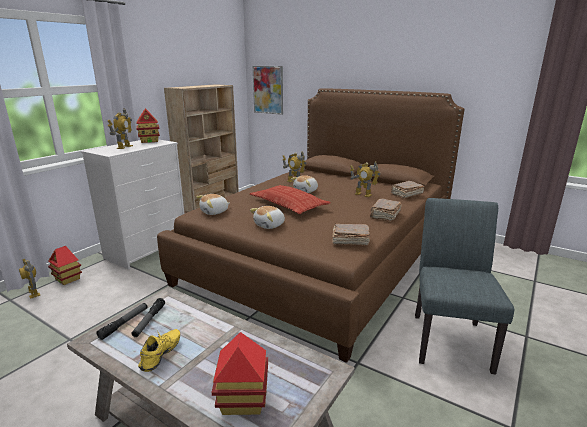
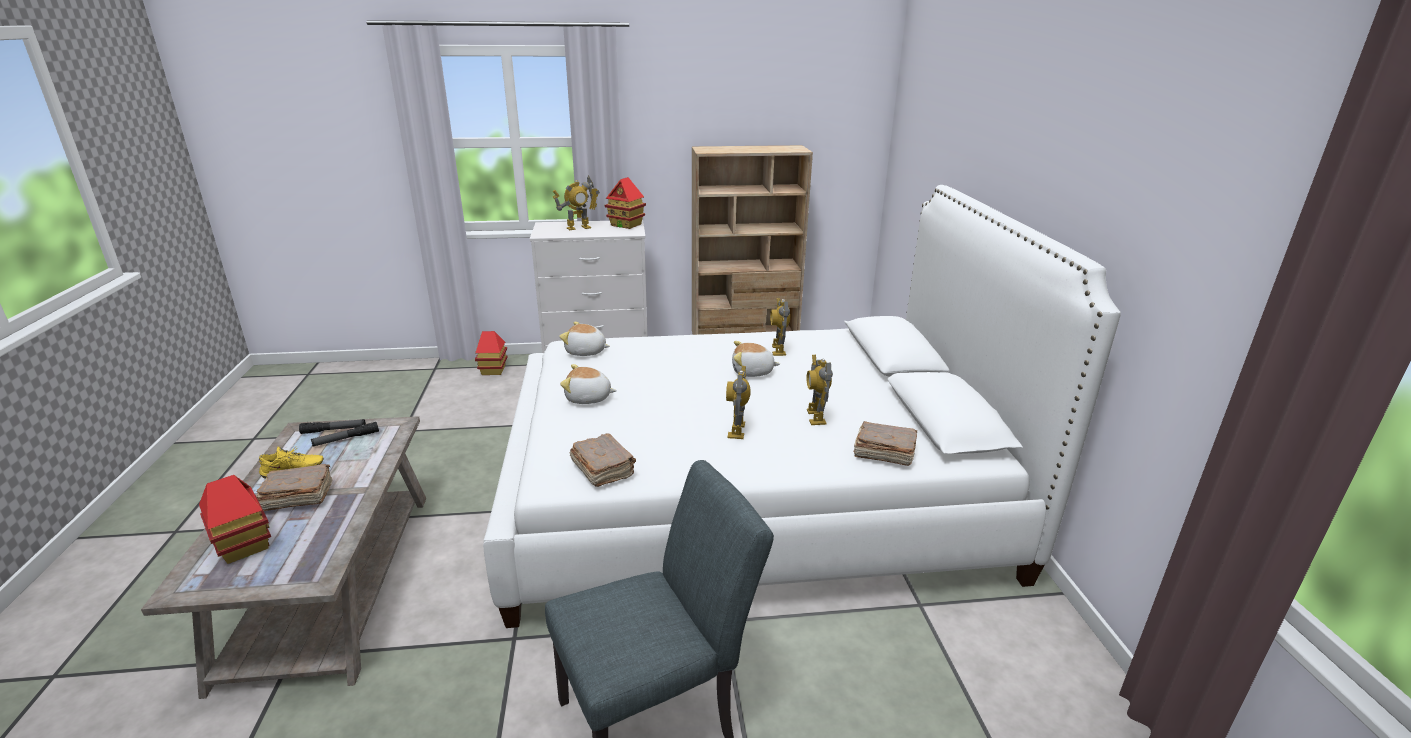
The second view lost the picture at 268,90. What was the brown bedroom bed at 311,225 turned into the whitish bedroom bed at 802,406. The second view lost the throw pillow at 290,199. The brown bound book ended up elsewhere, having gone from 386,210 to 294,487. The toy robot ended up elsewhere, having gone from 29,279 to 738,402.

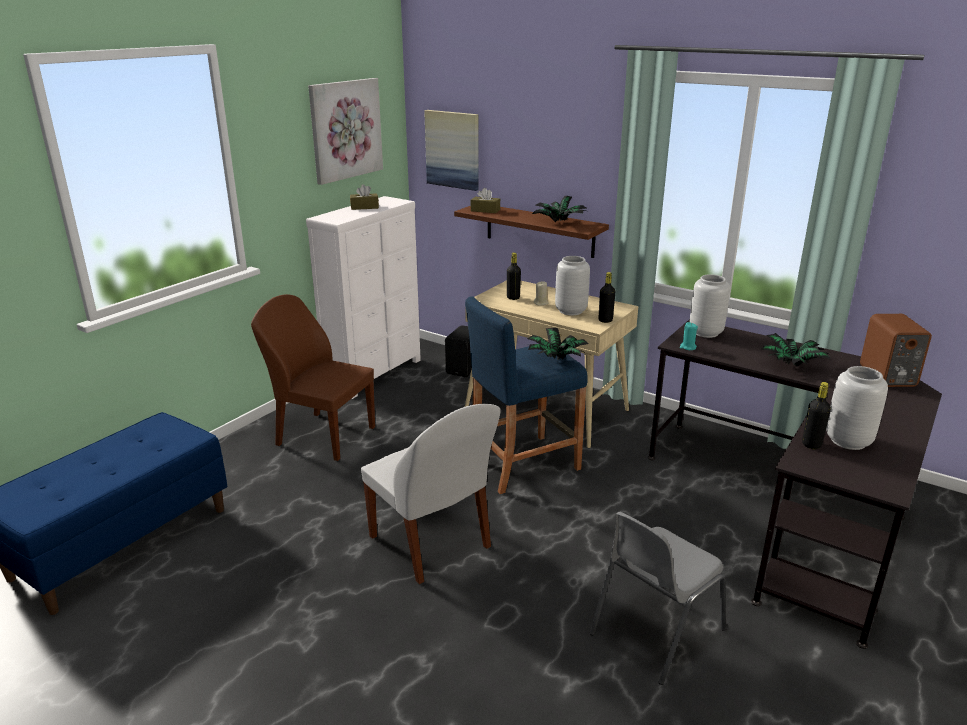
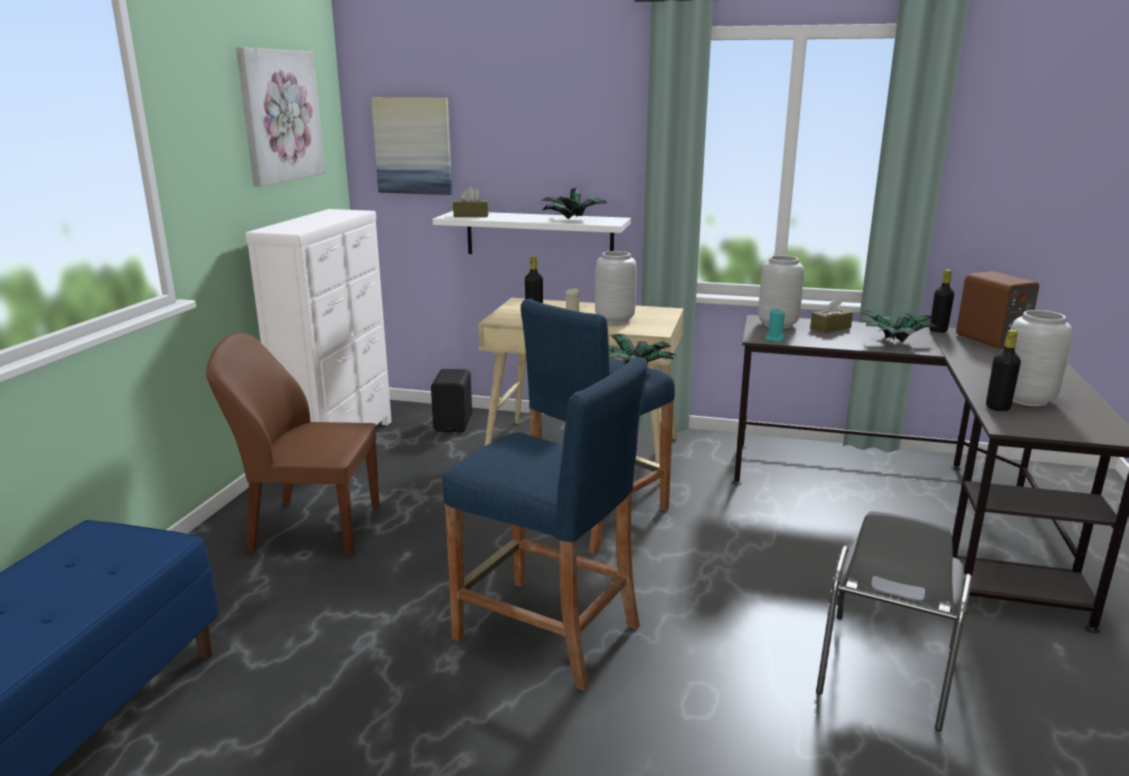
The brown box of tissues ended up elsewhere, having gone from 364,197 to 831,315. What was the brown wall shelf at 531,232 turned into the whitish wall shelf at 532,232. The black-coloured drink bottle ended up elsewhere, having gone from 606,297 to 942,301. Where the whitish plain chair stood at 431,494, the bluish stool came to stand at 544,524.

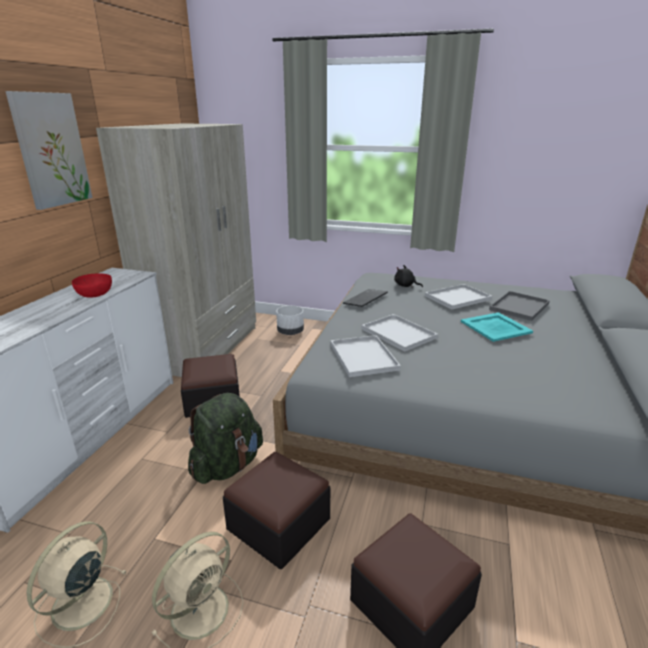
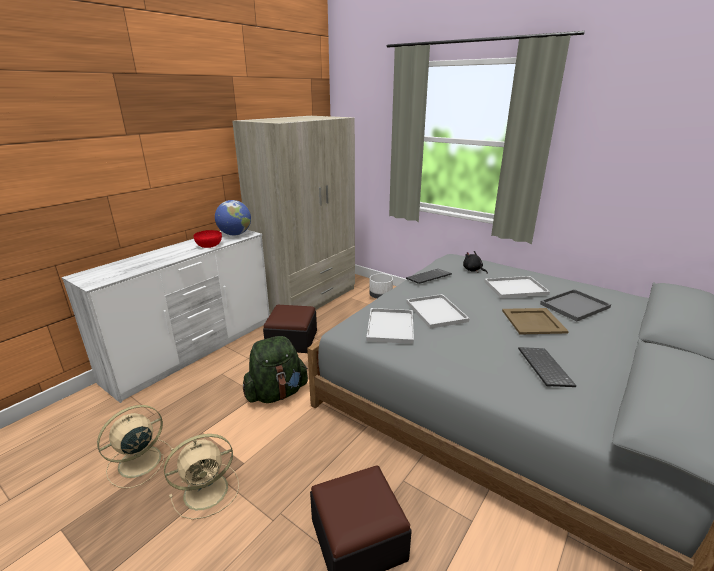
The second view lost the picture at 48,150. What was the turquoise carrying tray at 497,327 turned into the sand-coloured carrying tray at 535,321. The second view lost the ottoman at 276,510. The second view gained the globe at 233,218. The second view gained the keyboard at 547,367.

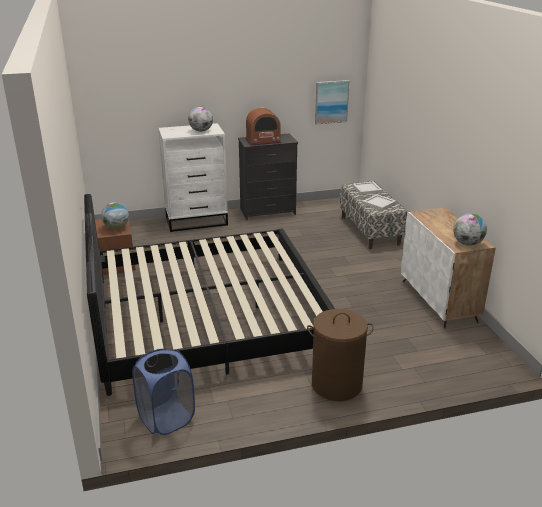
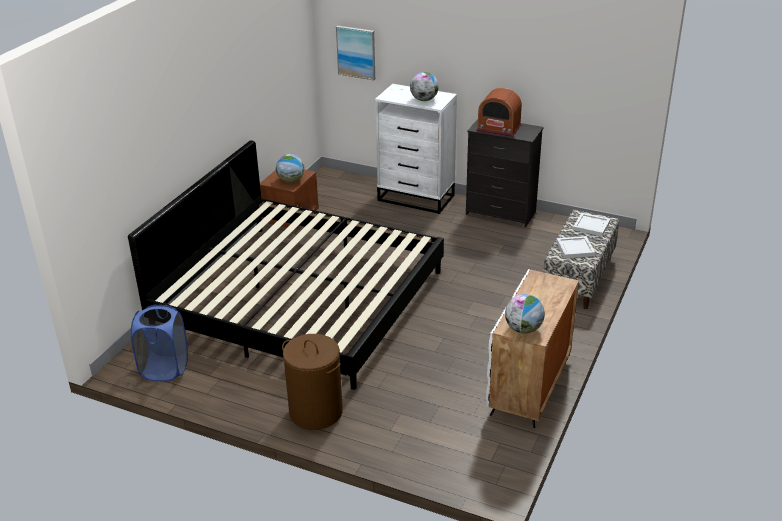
The picture ended up elsewhere, having gone from 332,102 to 355,53.

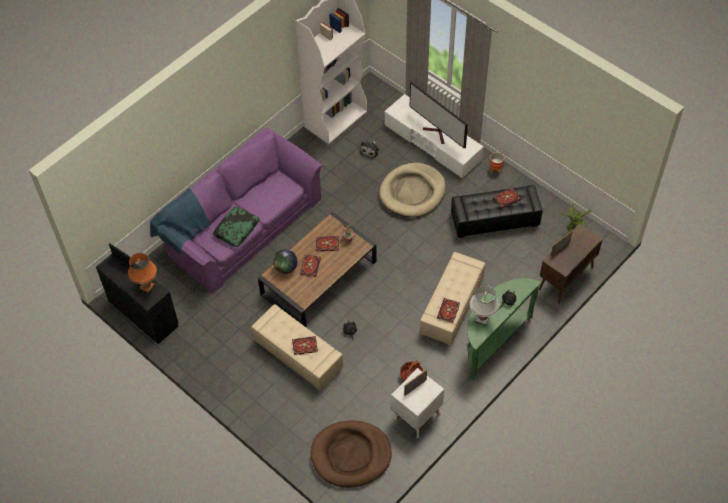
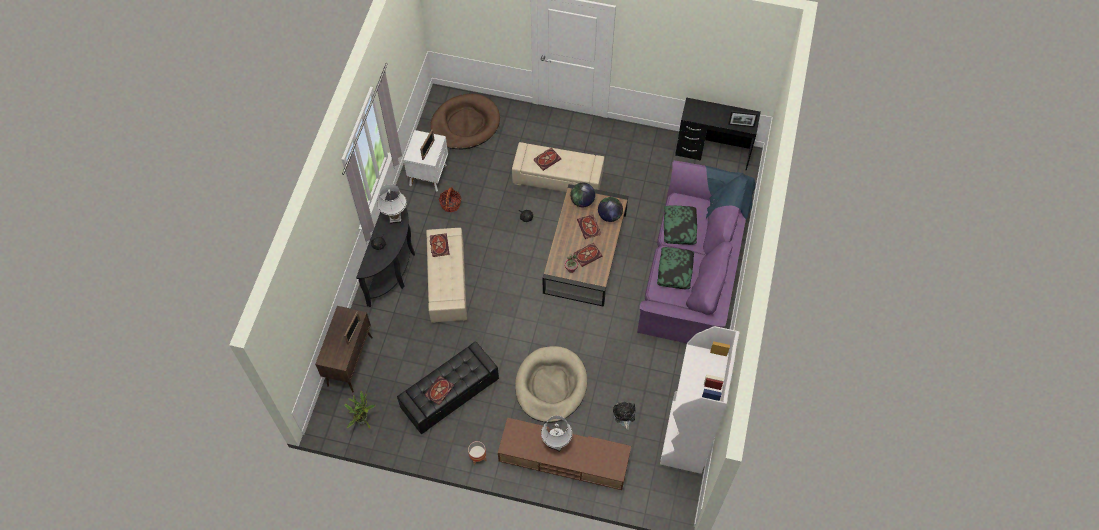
Where the TV stood at 439,115, the whitish lamp for a table came to stand at 556,434. What was the whitish tv unit at 434,136 turned into the brown tv unit at 564,454. The second view lost the orange-coloured lamp for a table at 142,273. What was the greenish console table at 504,328 turned into the black-coloured console table at 385,249. The second view gained the globe at 582,195. The second view gained the throw pillow at 675,268.

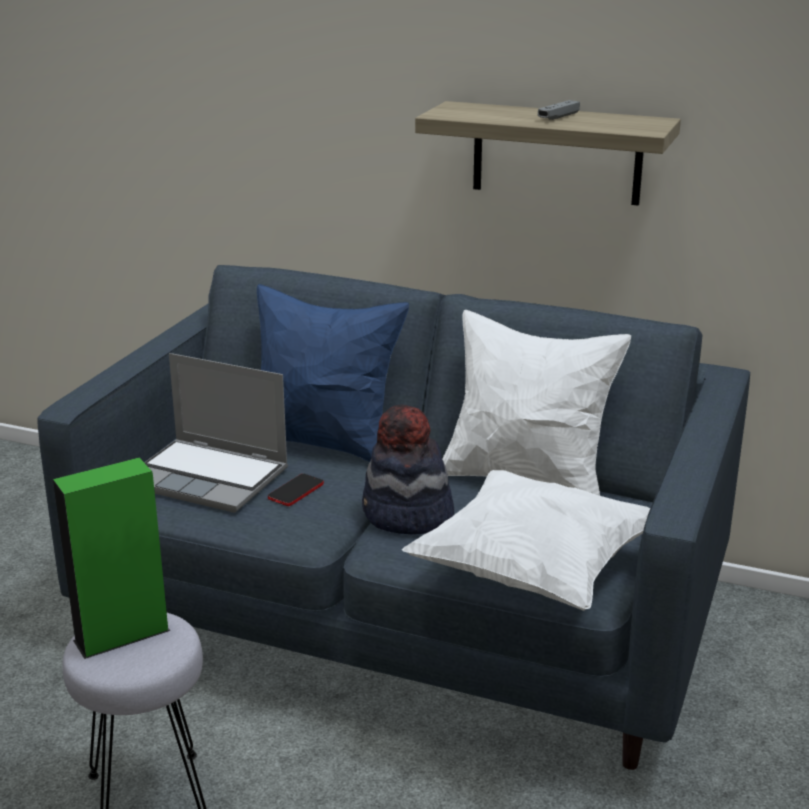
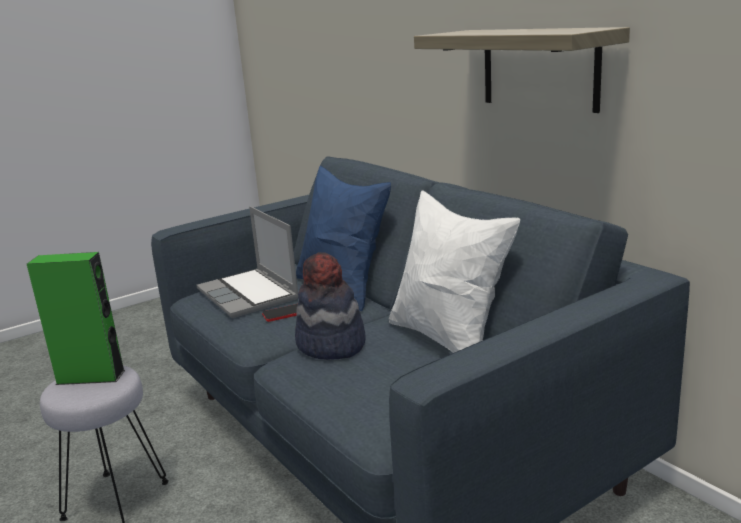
The second view lost the grey gamepad at 559,110. The second view lost the whitish throw pillow at 526,540.

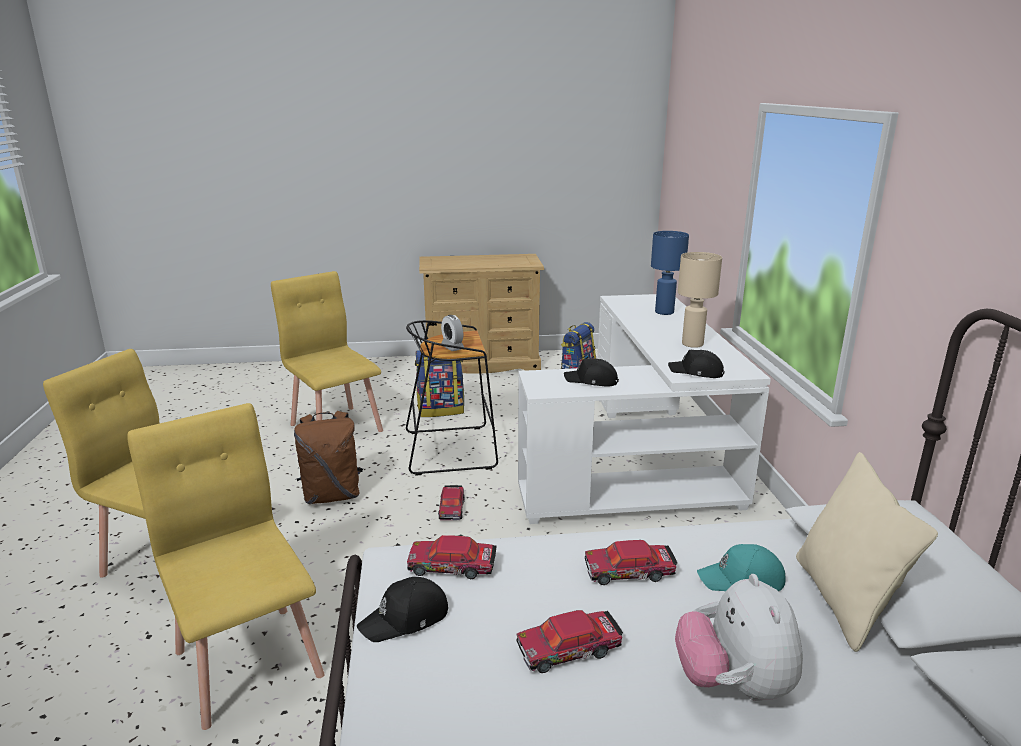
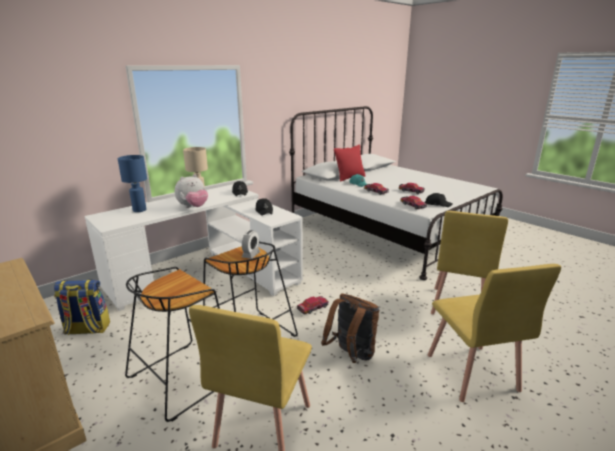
Where the backpack stood at 439,383, the black-coloured stool came to stand at 172,344. What was the sand-coloured throw pillow at 867,552 turned into the reddish throw pillow at 350,163. The plush toy ended up elsewhere, having gone from 739,637 to 191,191.

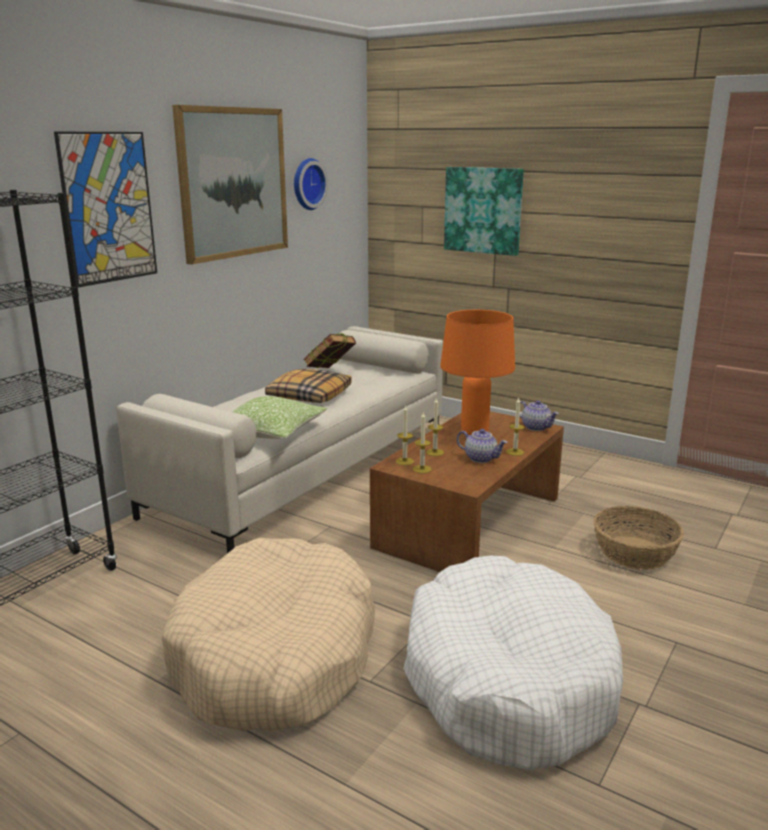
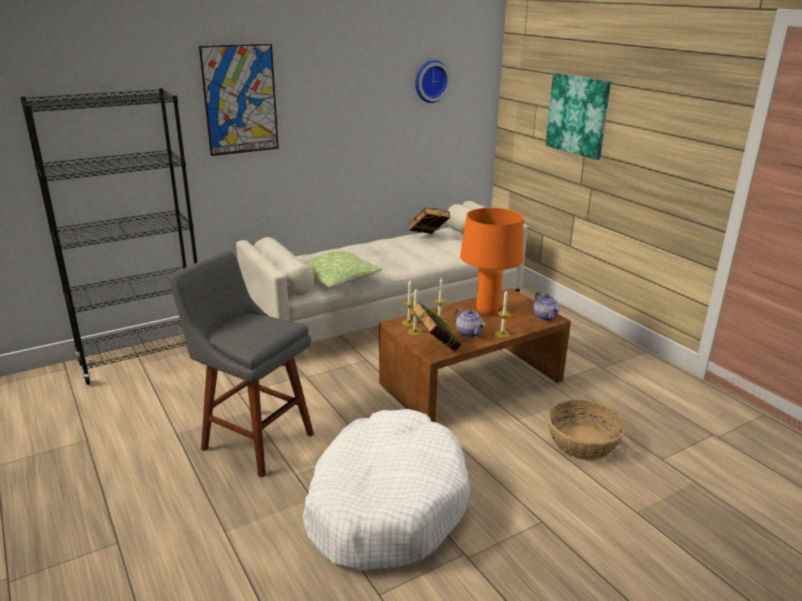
The second view lost the picture at 230,185. The second view lost the throw pillow at 308,386. Where the sand-coloured pet bed stood at 268,635, the grey stool came to stand at 241,364. The second view gained the bound book at 436,326.

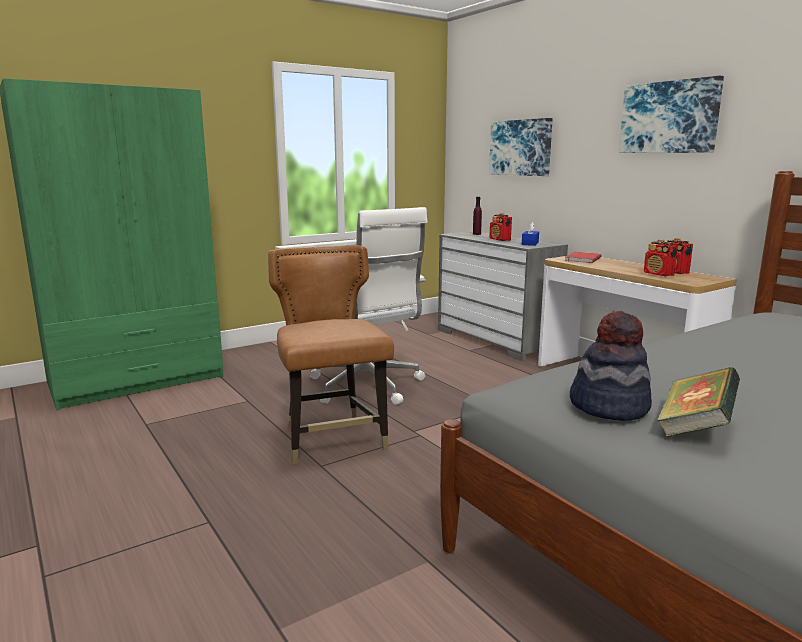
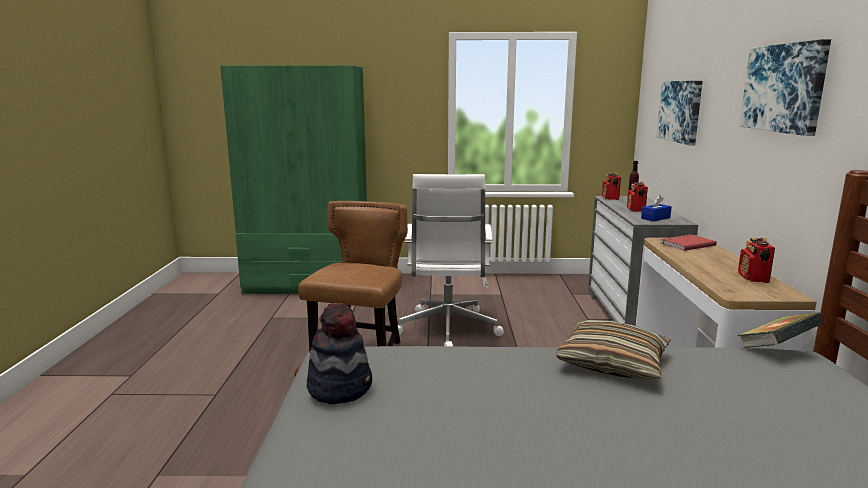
The radio set ended up elsewhere, having gone from 661,257 to 611,186. The bound book ended up elsewhere, having gone from 698,402 to 781,330. The second view gained the throw pillow at 613,349.

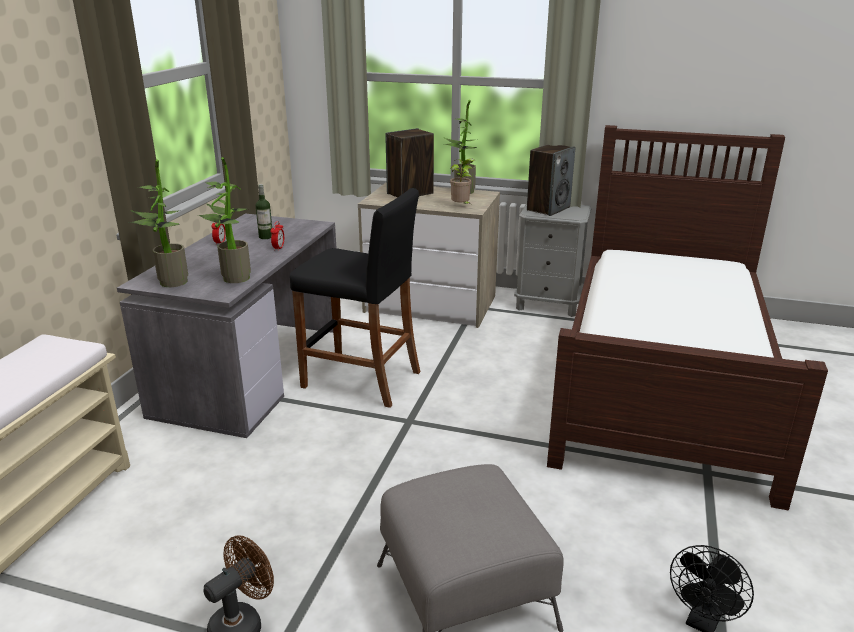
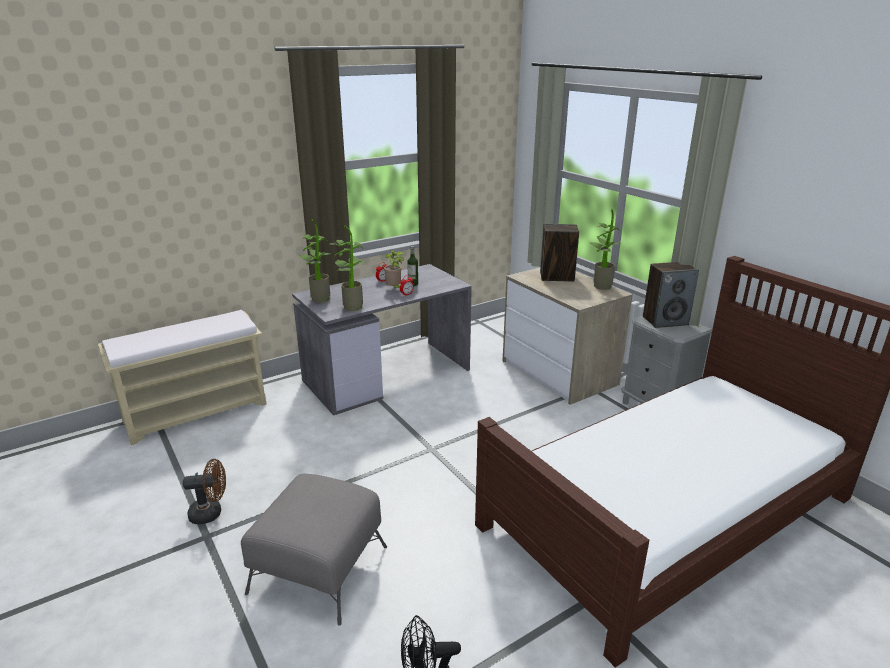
The potted plant ended up elsewhere, having gone from 462,181 to 394,269. The second view lost the black-coloured stool at 355,298.

